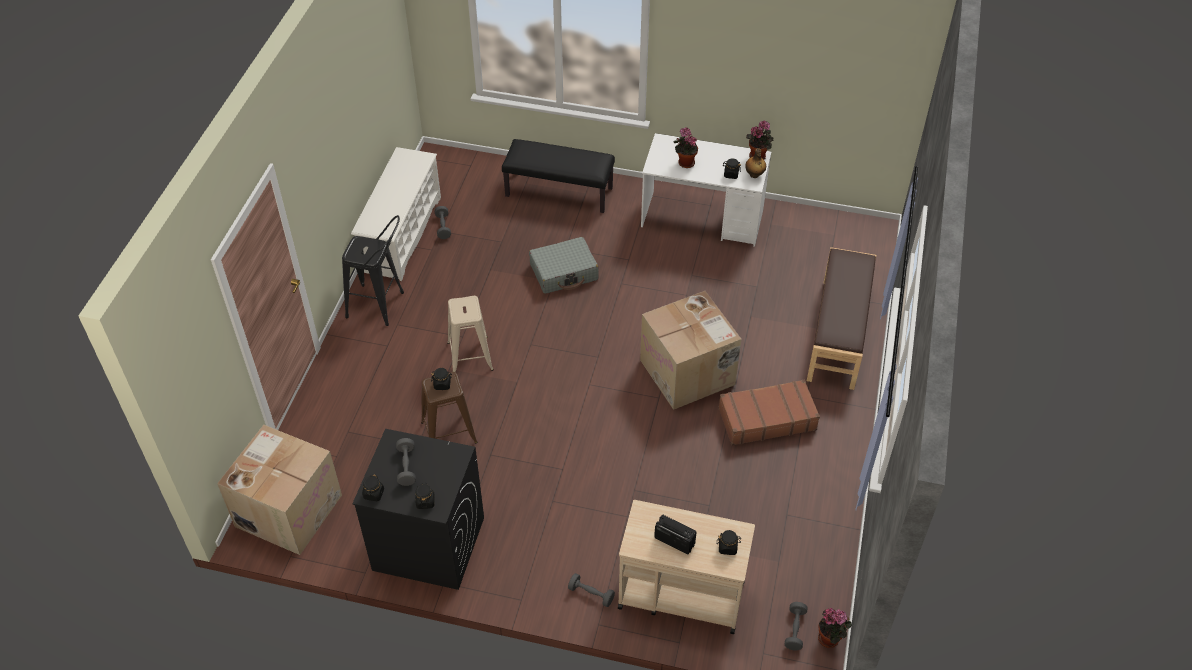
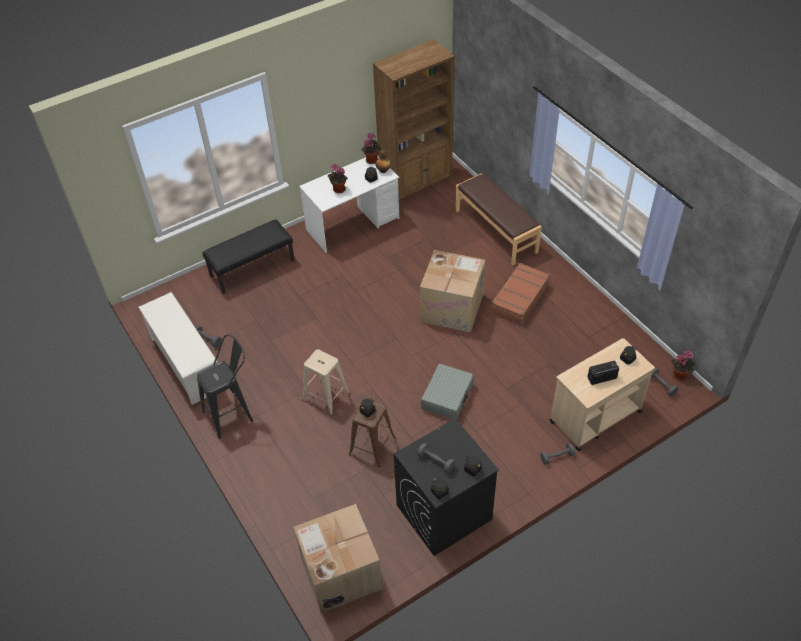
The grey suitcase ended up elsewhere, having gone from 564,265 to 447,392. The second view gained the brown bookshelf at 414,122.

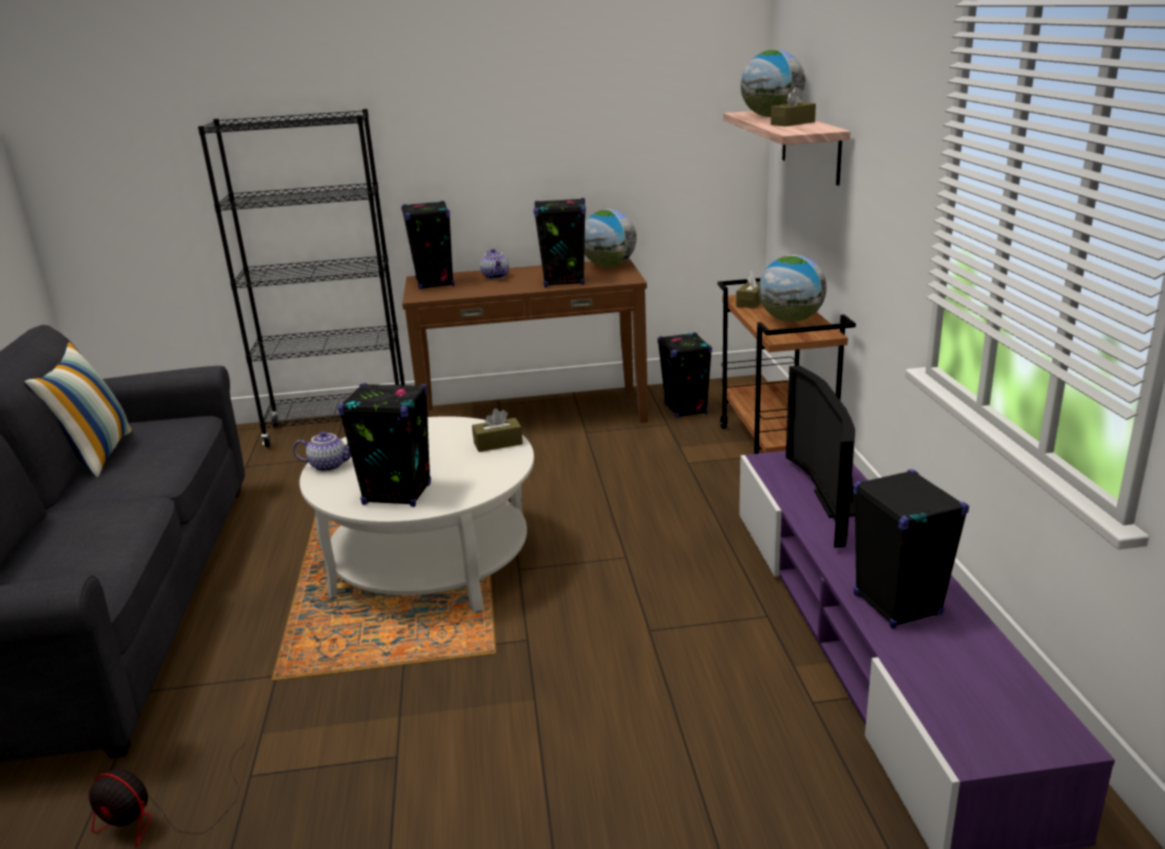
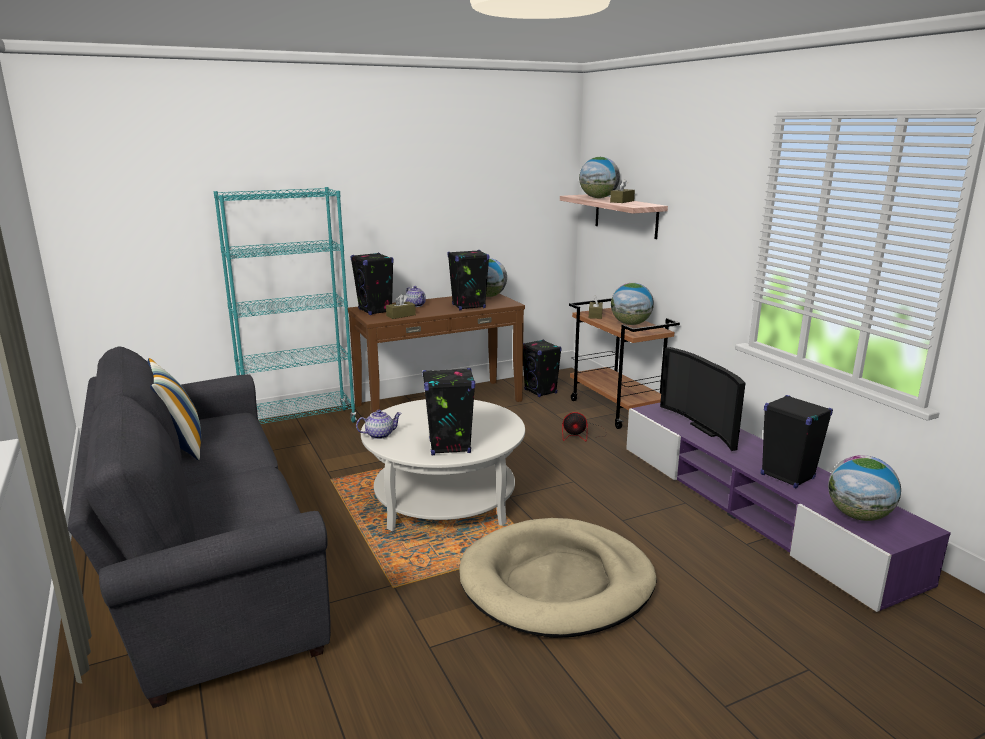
What was the black-coloured bookshelf at 301,278 turned into the turquoise bookshelf at 285,305. The brown box of tissues ended up elsewhere, having gone from 497,430 to 401,306. The fan ended up elsewhere, having gone from 167,795 to 584,426. The second view gained the globe at 864,488. The second view gained the sand-coloured pet bed at 557,578.

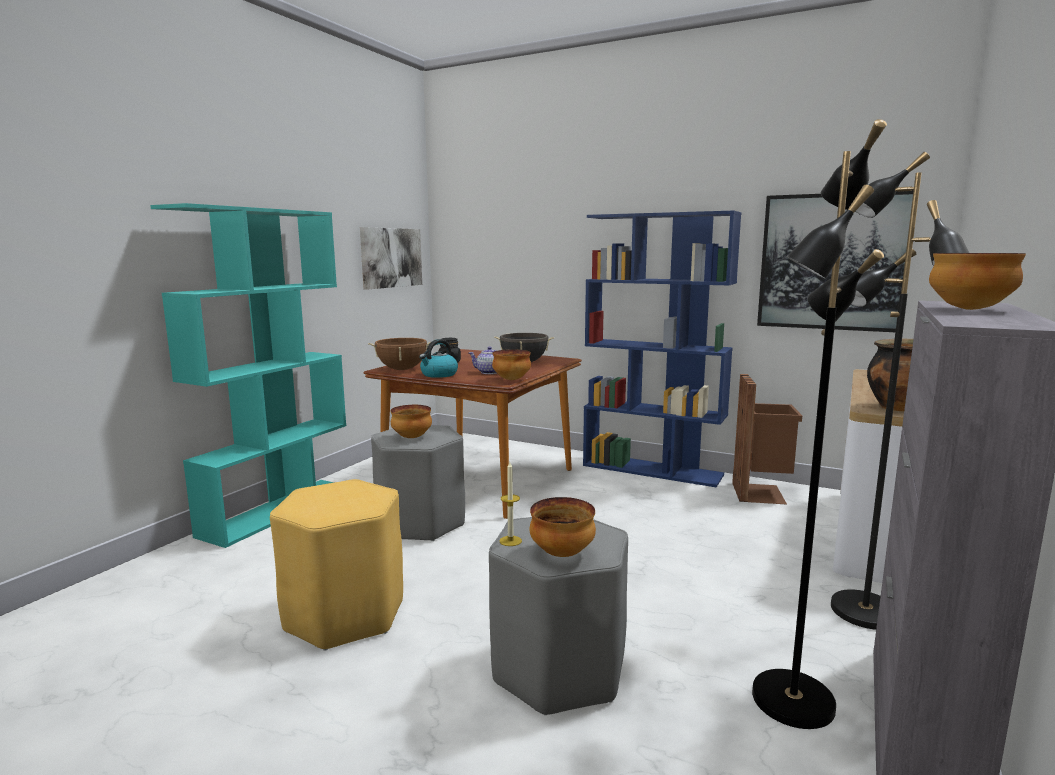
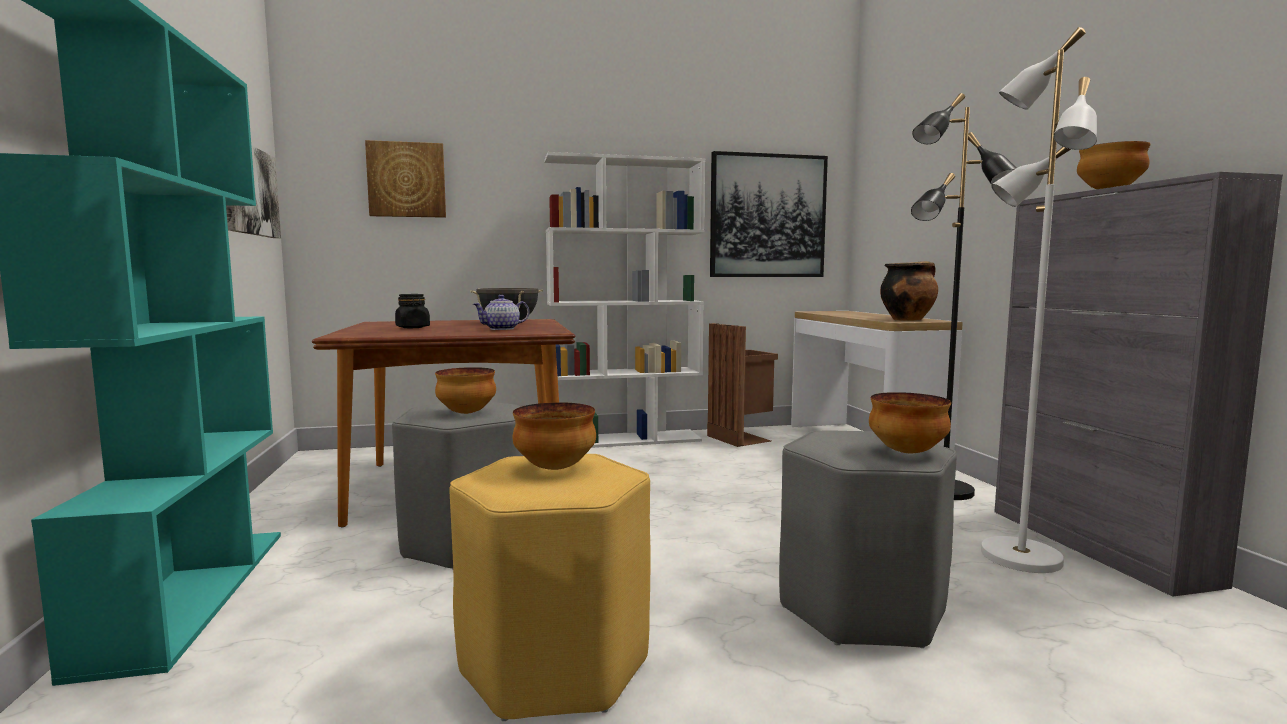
What was the black-coloured floor lamp at 819,424 turned into the whitish floor lamp at 1039,300. What was the bluish bookshelf at 662,349 turned into the whitish bookshelf at 624,300. The second view lost the brown saucepot at 399,354. The second view lost the tea kettle at 438,358. The bowl ended up elsewhere, having gone from 511,364 to 554,436. The second view lost the wax light at 510,504. The second view gained the picture at 405,179.

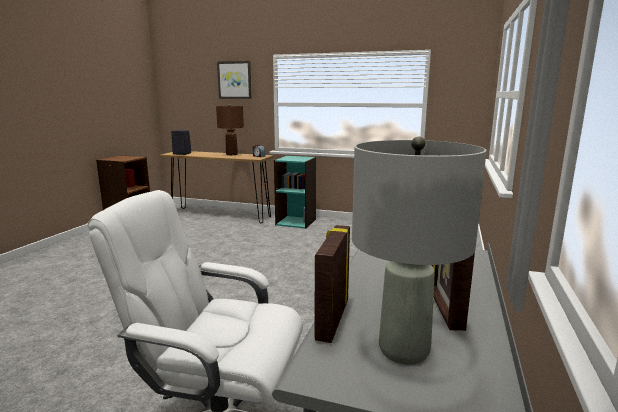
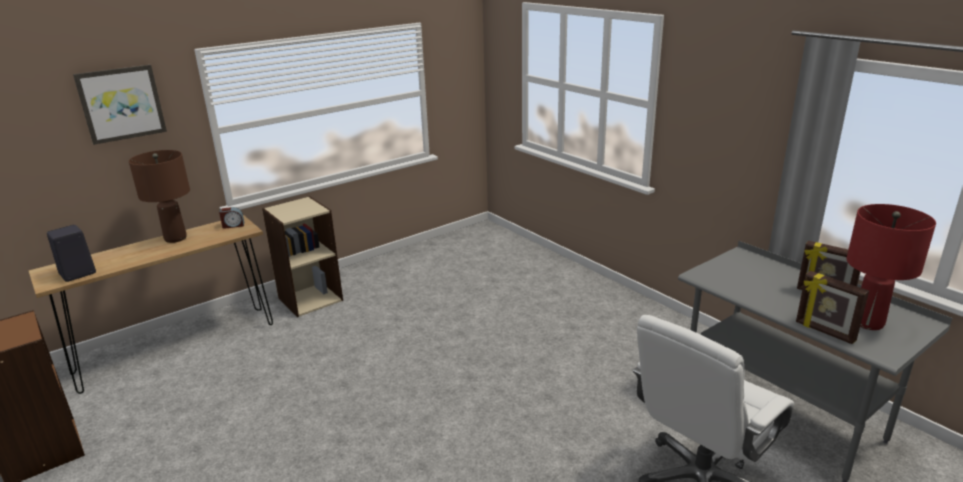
What was the grey lamp for a table at 419,251 turned into the reddish lamp for a table at 891,267. What was the turquoise bookshelf at 295,192 turned into the sand-coloured bookshelf at 302,256.

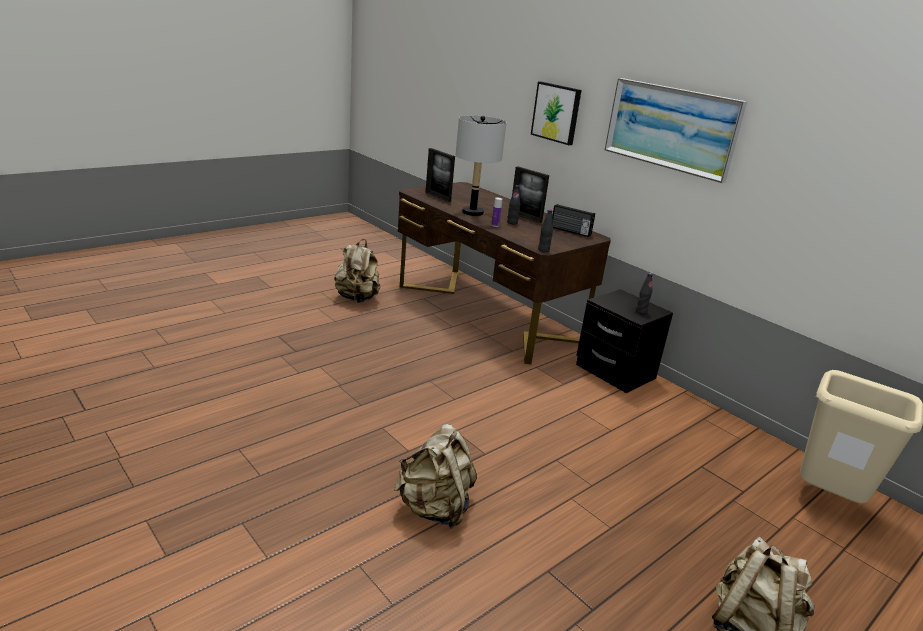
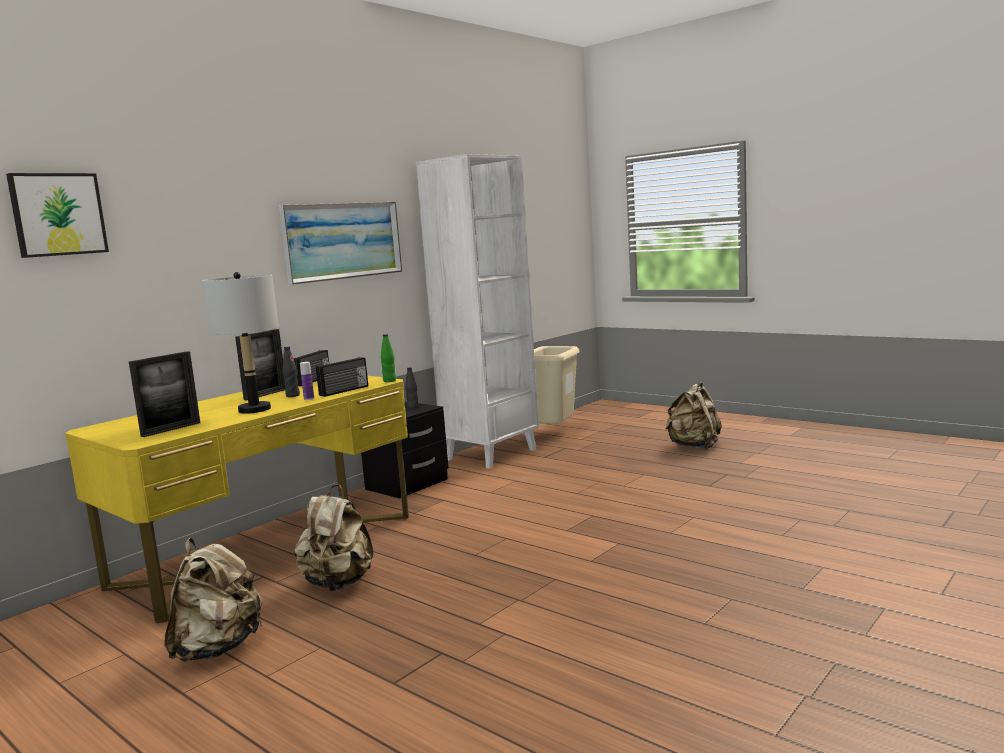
The picture ended up elsewhere, having gone from 556,113 to 57,215. What was the brown desk at 504,273 turned into the yellow desk at 237,499. What was the black-coloured drink bottle at 545,230 turned into the greenish drink bottle at 388,358. The sand-coloured backpack ended up elsewhere, having gone from 435,476 to 334,537. The second view gained the whitish bookshelf at 477,311. The second view gained the radio set at 342,377.

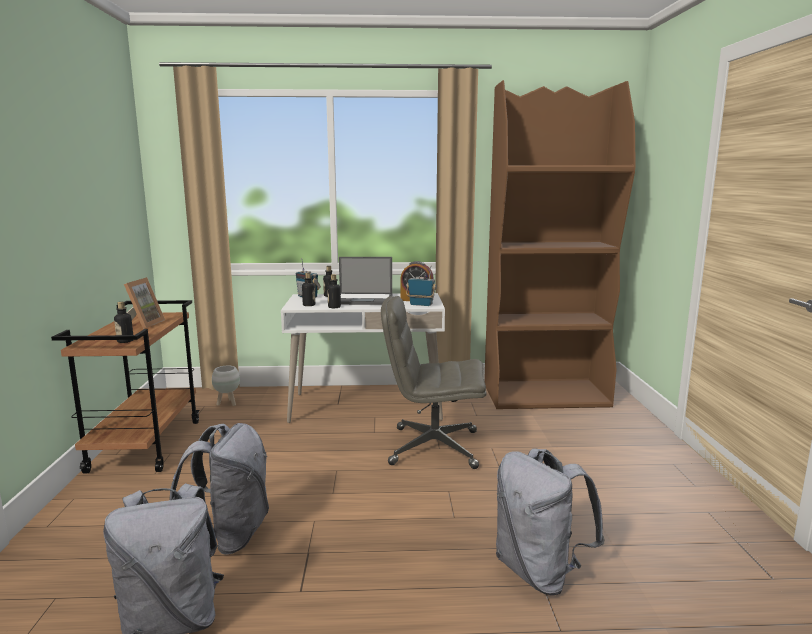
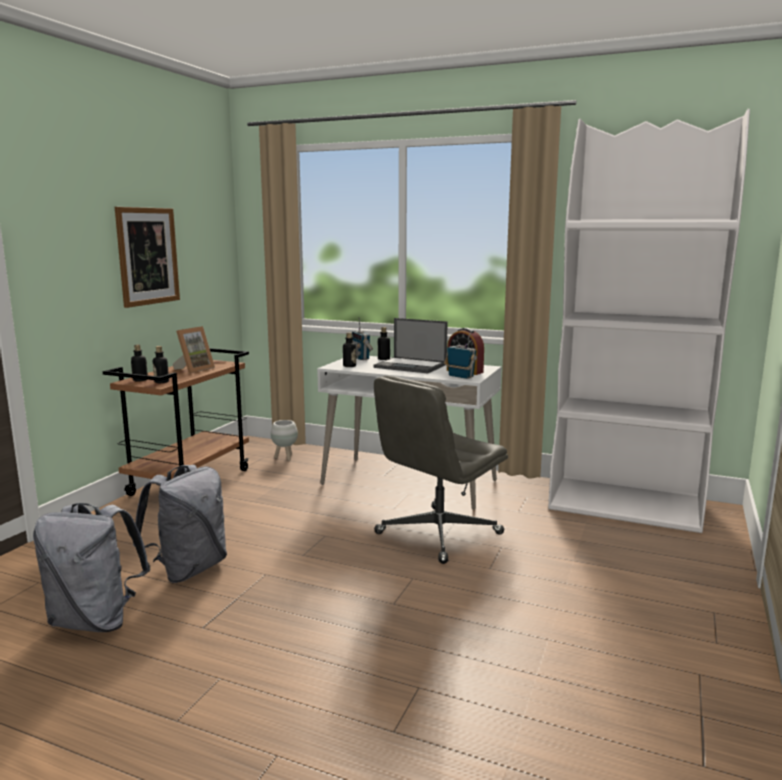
What was the brown bookshelf at 560,244 turned into the whitish bookshelf at 649,321. The drink bottle ended up elsewhere, having gone from 334,291 to 139,363. The grey computer chair at 434,382 ended up facing another way, 75 degrees counterclockwise from before. The second view lost the grey backpack at 550,521. The second view gained the picture at 147,257.

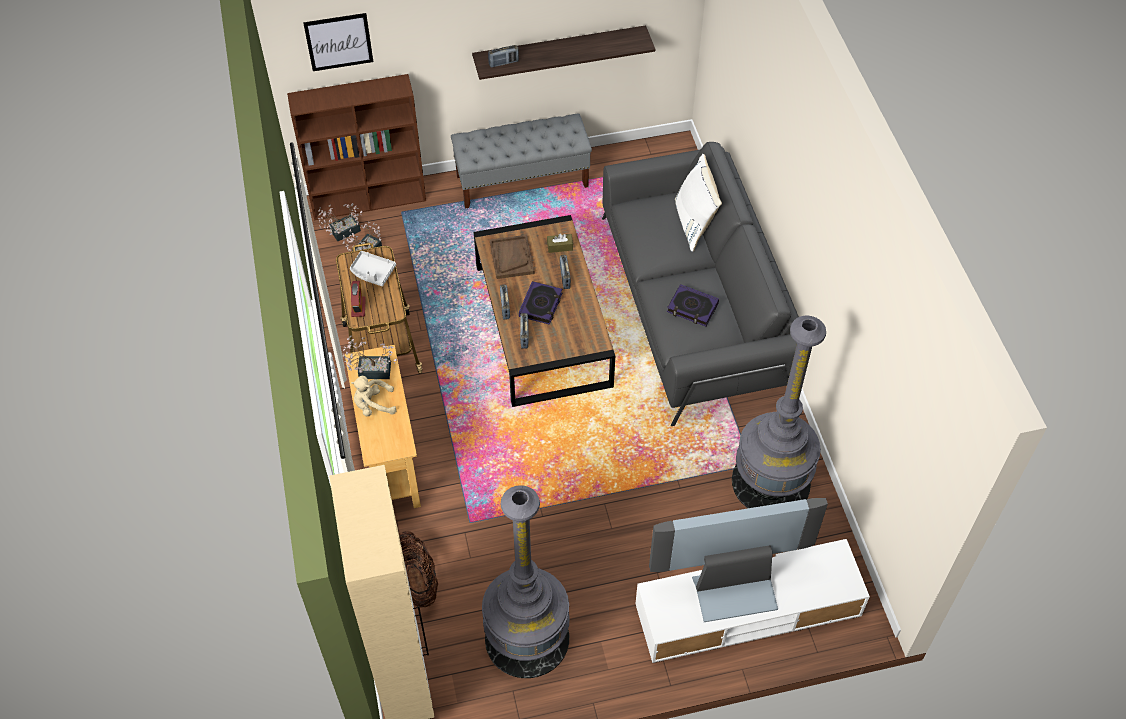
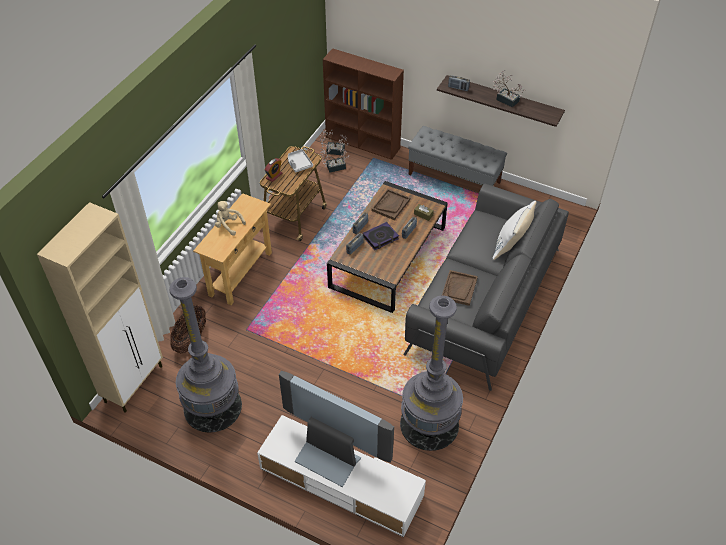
The second view lost the picture at 338,42. Where the bound book stood at 693,305, the brown carrying tray came to stand at 460,288. The potted plant ended up elsewhere, having gone from 370,357 to 509,89.

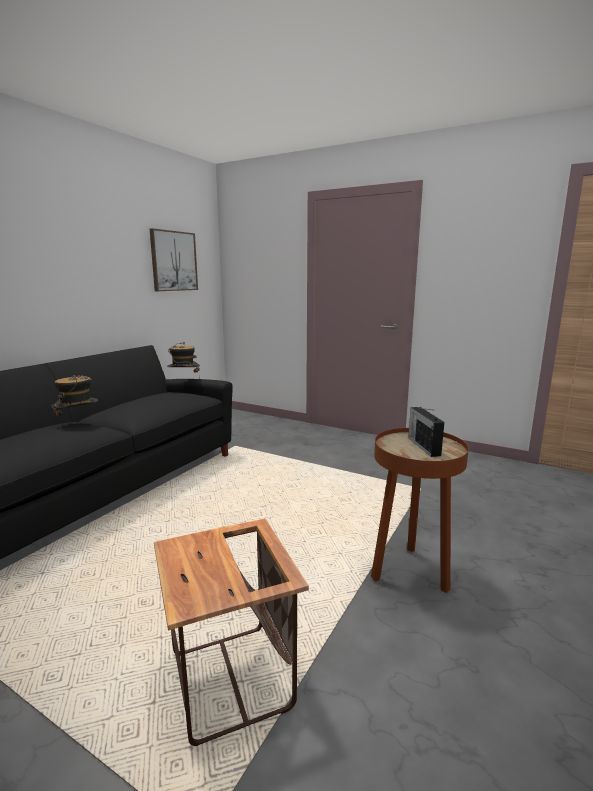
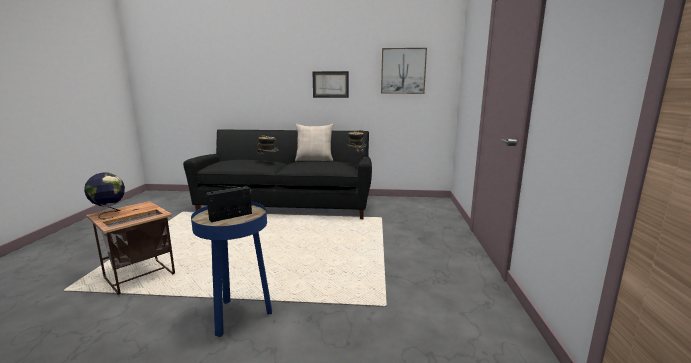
What was the brown side table at 420,510 turned into the bluish side table at 231,269. The second view gained the picture at 330,84. The second view gained the sand-coloured throw pillow at 314,142. The second view gained the globe at 104,195.

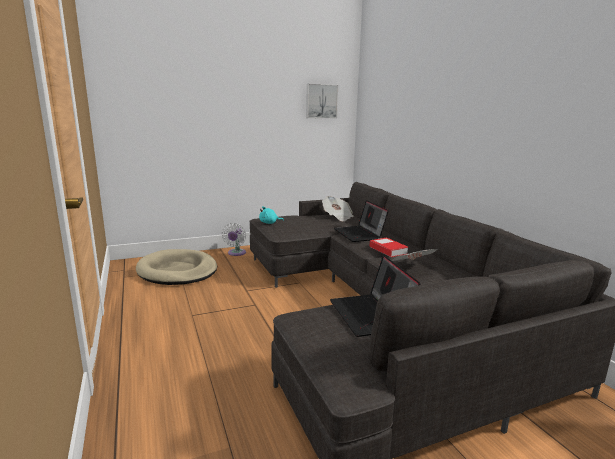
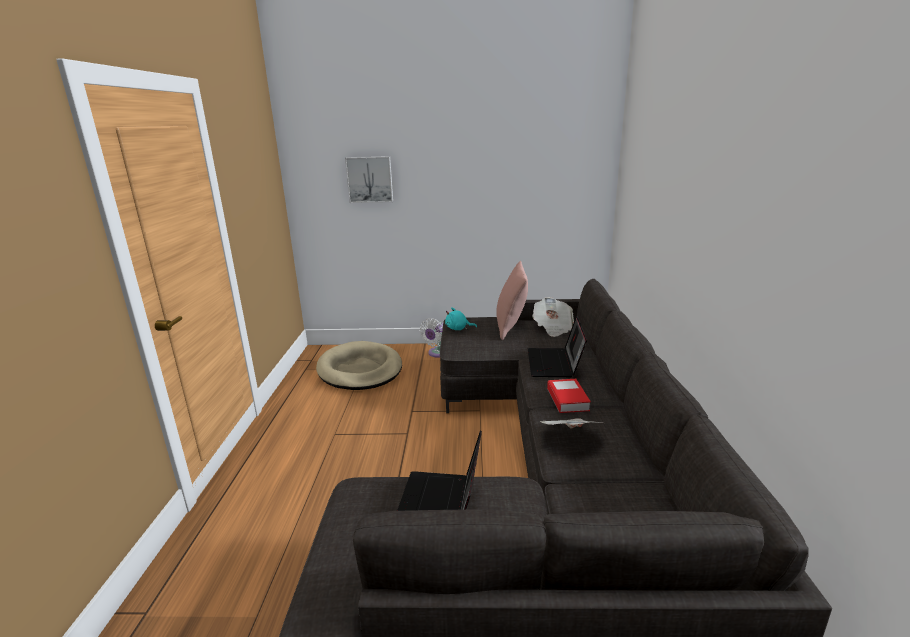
The picture ended up elsewhere, having gone from 322,101 to 369,179. The second view gained the pinkish throw pillow at 512,300.

